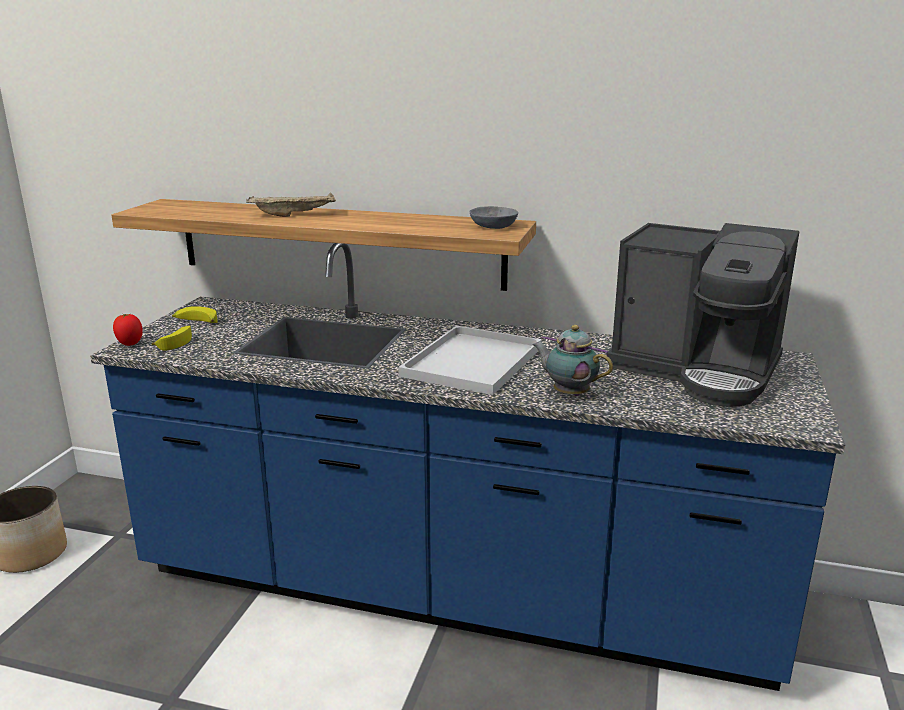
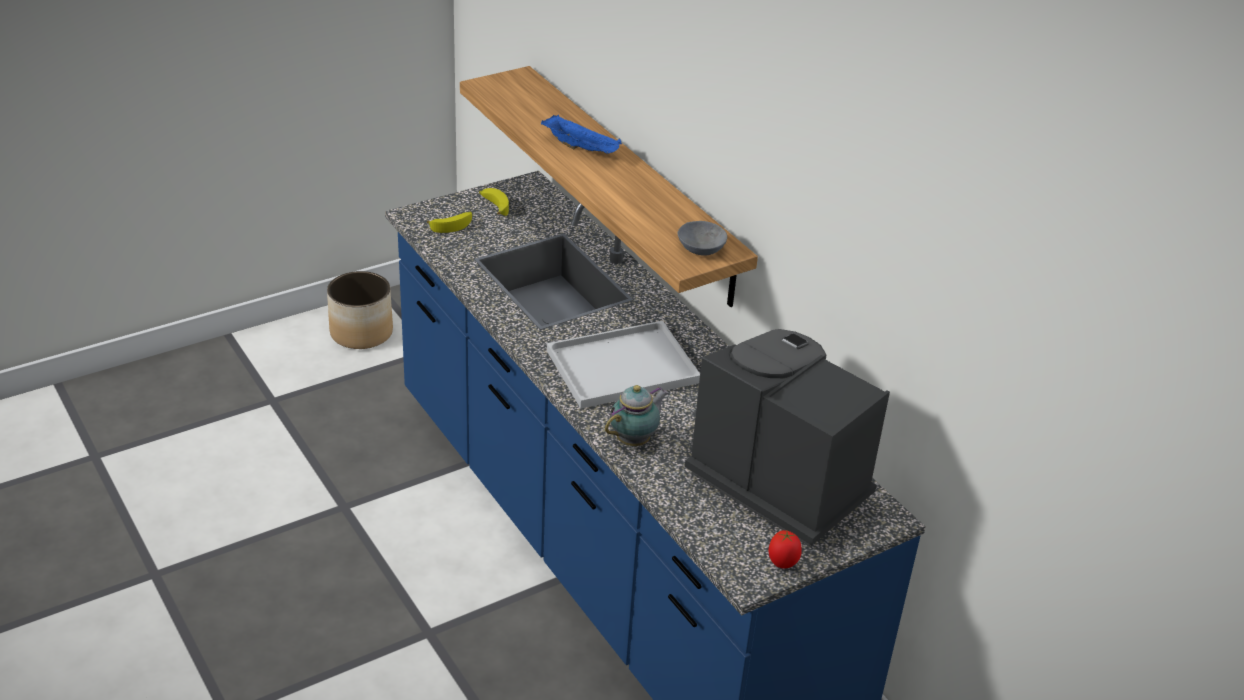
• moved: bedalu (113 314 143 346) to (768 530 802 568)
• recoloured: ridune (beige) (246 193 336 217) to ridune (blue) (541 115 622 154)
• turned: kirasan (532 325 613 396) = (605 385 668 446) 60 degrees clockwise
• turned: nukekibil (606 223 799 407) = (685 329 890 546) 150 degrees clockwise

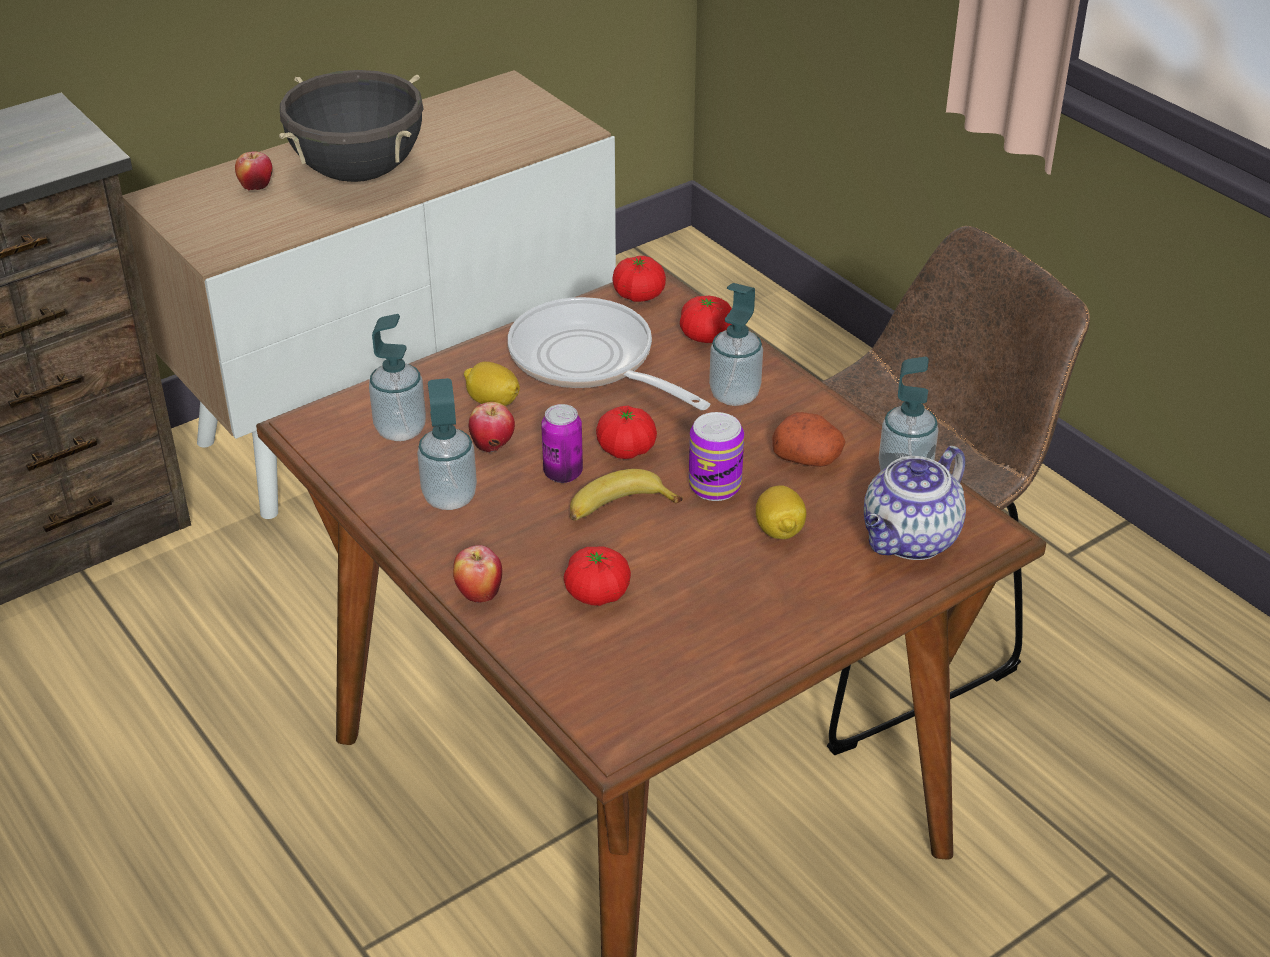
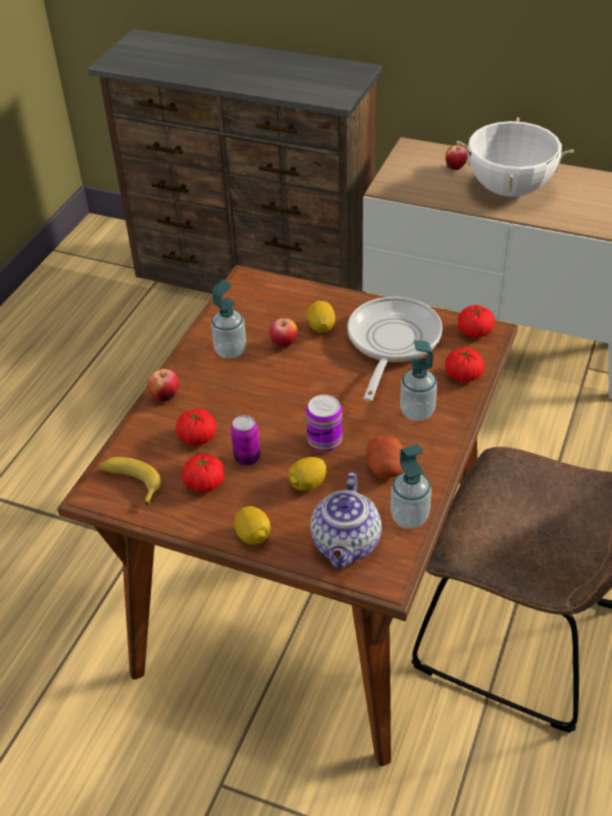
• recoloured: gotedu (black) (279 70 424 182) to gotedu (white) (457 118 574 197)
• removed: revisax (369 314 426 441)
• moved: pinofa (541 404 583 483) to (231 415 260 466)
• moved: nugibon (570 469 683 521) to (98 457 161 506)
• moved: bedalu (596 406 657 459) to (182 454 224 493)
• turned: kirasan (864 446 966 560) = (310 473 382 569) 90 degrees counterclockwise
• added: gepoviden (234 506 271 545)

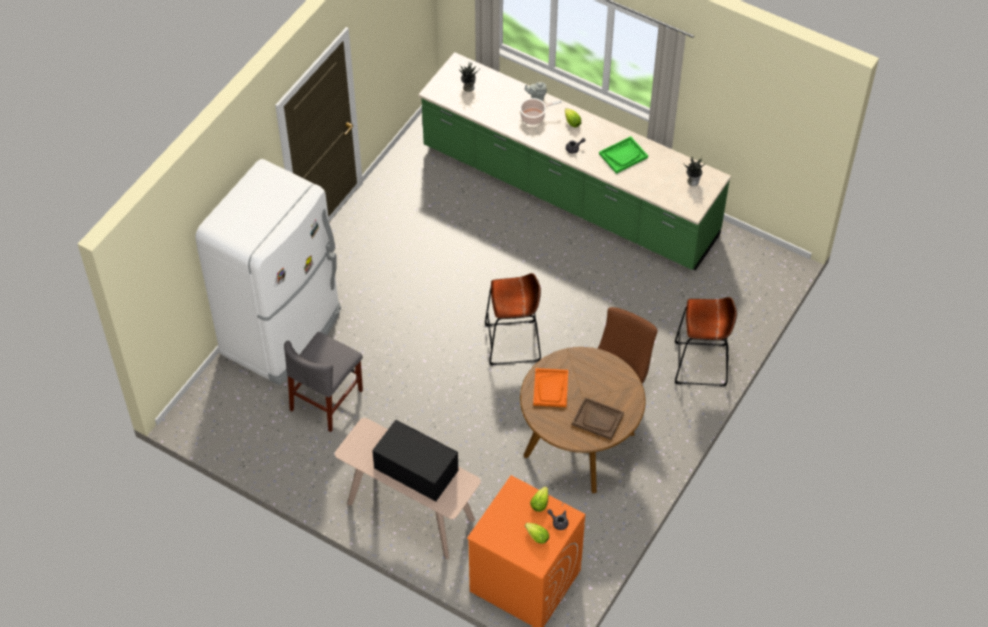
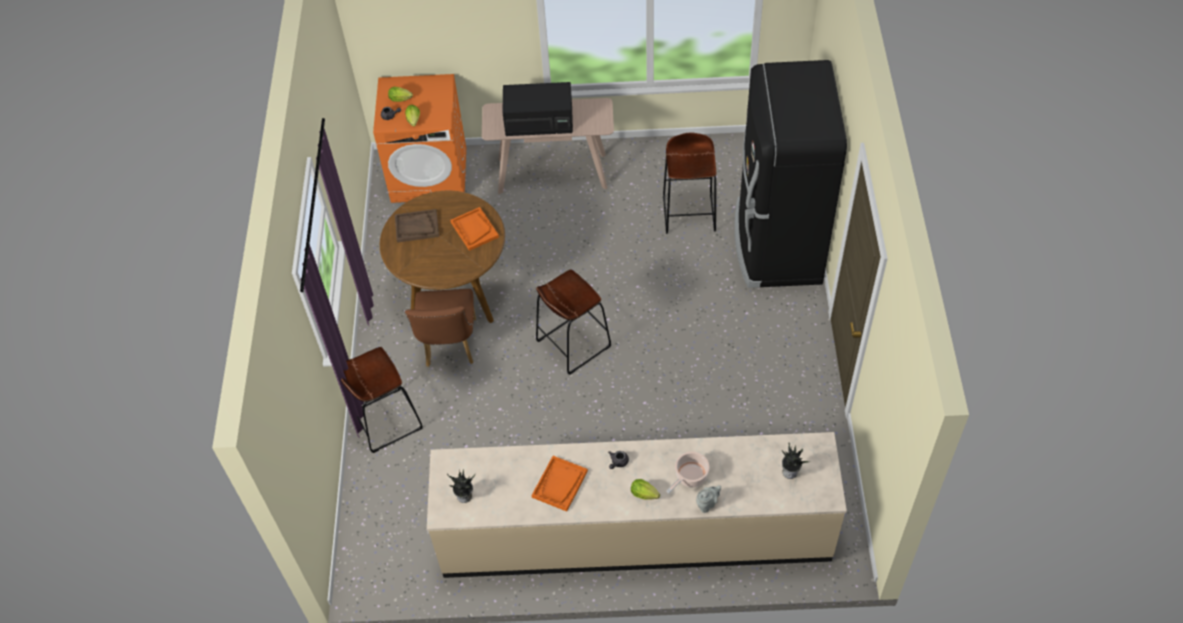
• recoloured: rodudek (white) (195 159 341 385) to rodudek (black) (734 60 847 288)
• replaced: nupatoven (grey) (284 332 363 432) to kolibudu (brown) (663 133 716 234)
• recoloured: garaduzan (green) (418 52 731 271) to garaduzan (beige) (427 432 847 578)
• recoloured: ridune (green) (599 136 648 174) to ridune (orange) (532 456 588 511)

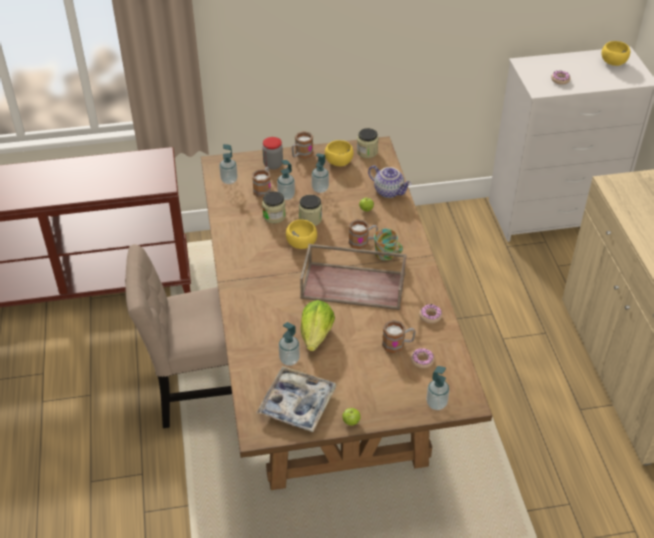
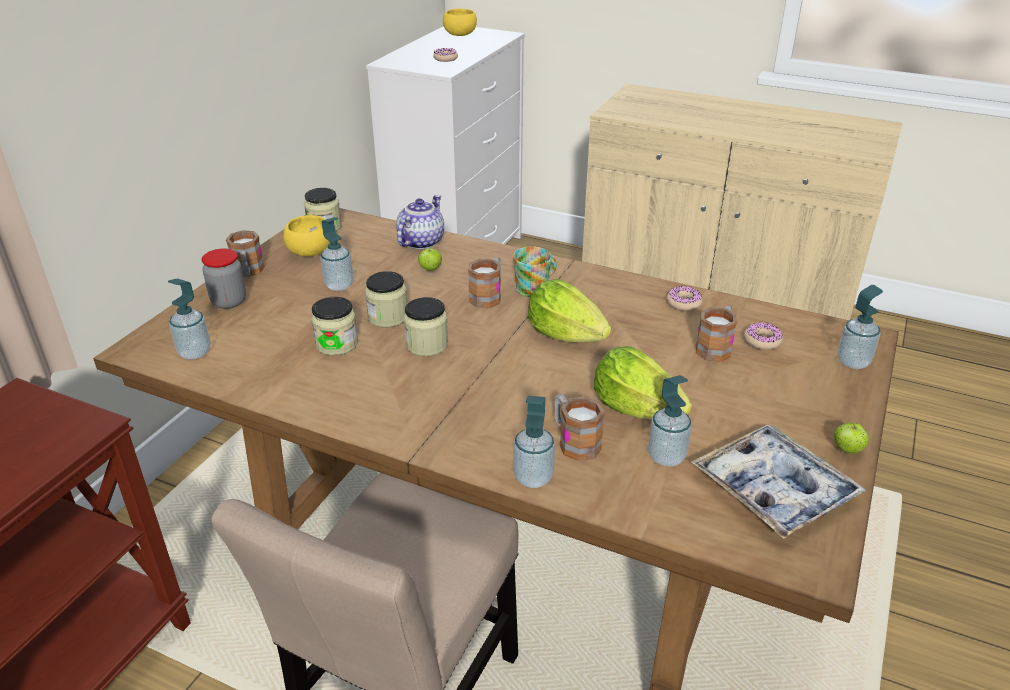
• moved: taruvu (252 167 271 198) to (555 394 605 461)
• moved: revisax (277 160 295 200) to (513 396 555 488)
• replaced: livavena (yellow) (286 219 317 249) to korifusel (404 297 448 356)
• replaced: ridune (brown) (300 244 407 310) to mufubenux (528 279 611 342)
• turned: kirasan (368 165 412 198) = (396 195 444 249) 45 degrees counterclockwise

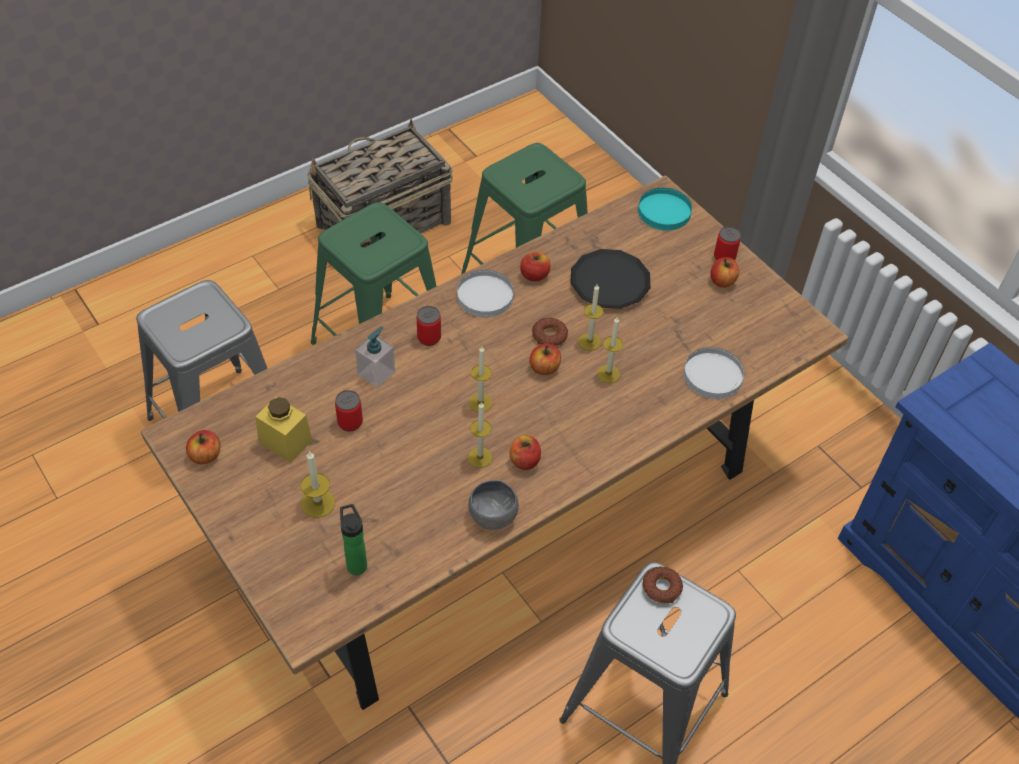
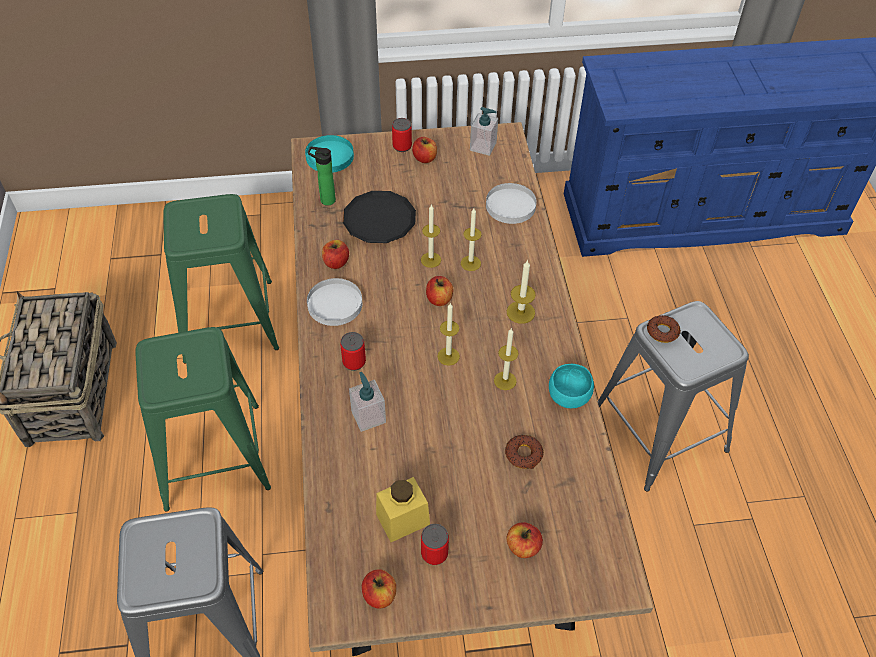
• moved: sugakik (300 451 335 518) to (507 260 536 324)
• moved: pinofa (335 390 363 432) to (421 524 449 565)
• moved: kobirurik (340 504 367 575) to (308 146 336 206)
• recoloured: livavena (grey) (468 480 519 530) to livavena (turquoise) (549 364 594 408)
• moved: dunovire (510 435 541 470) to (507 522 543 558)
• moved: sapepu (532 318 568 346) to (505 435 544 469)
• added: revisax (470 107 498 156)

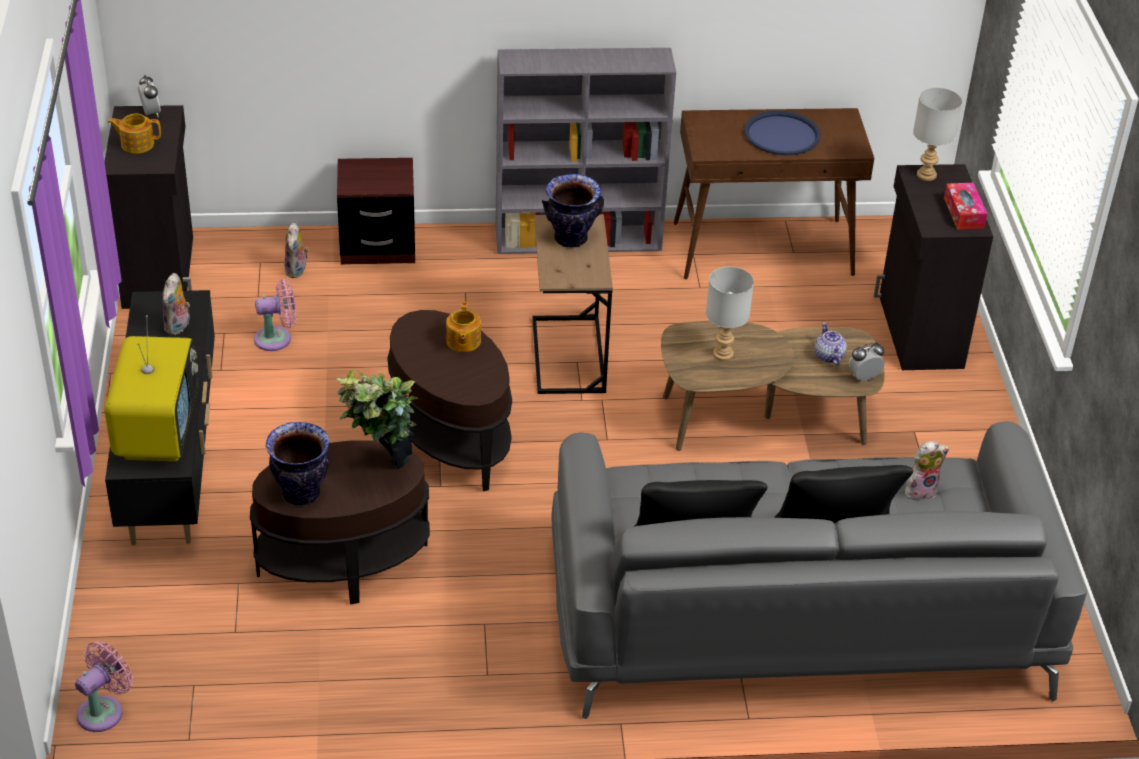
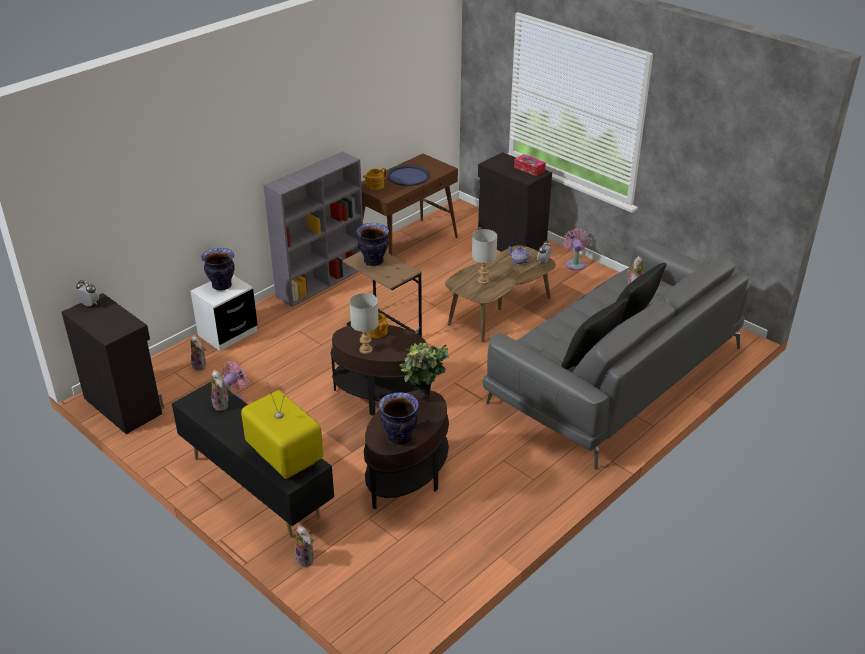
• moved: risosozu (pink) (75 641 133 732) to (562 229 589 270)
• moved: kirasan (108 113 161 154) to (363 168 387 190)
• recoloured: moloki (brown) (337 158 415 265) to moloki (white) (190 275 258 351)
• moved: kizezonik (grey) (913 87 962 181) to (349 293 379 354)
• added: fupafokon (201 248 235 291)
• added: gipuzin (295 525 314 567)

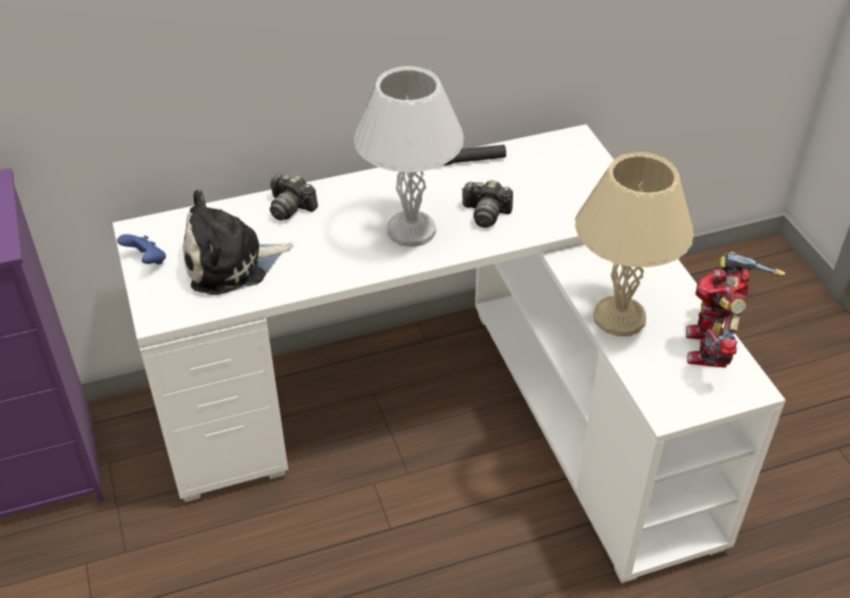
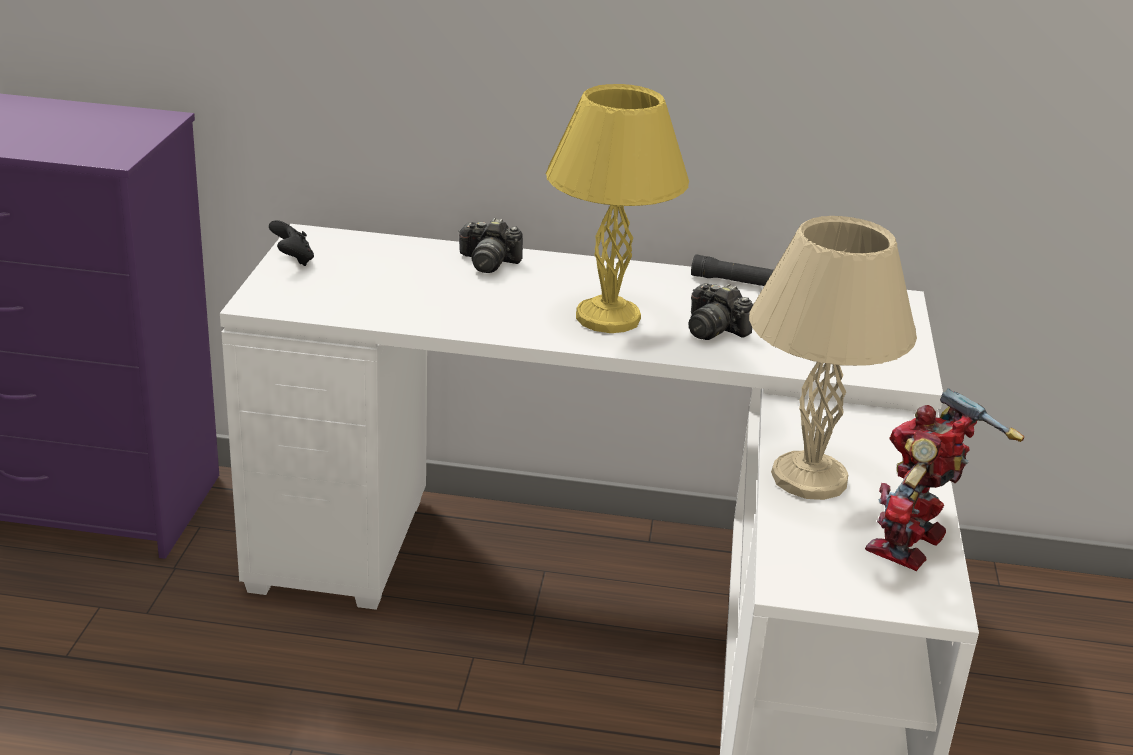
• recoloured: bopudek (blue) (117 234 166 265) to bopudek (black) (269 220 314 266)
• removed: gipuzin (183 189 293 295)
• turned: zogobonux (270 173 318 221) = (458 218 523 273) 45 degrees counterclockwise
• recoloured: kizezonik (white) (354 66 464 247) to kizezonik (yellow) (546 84 689 333)

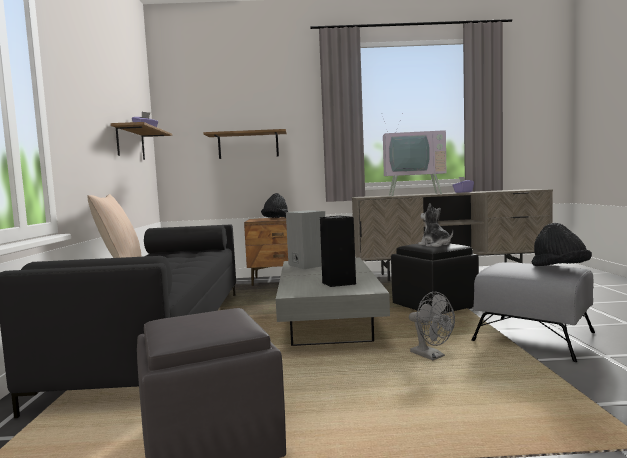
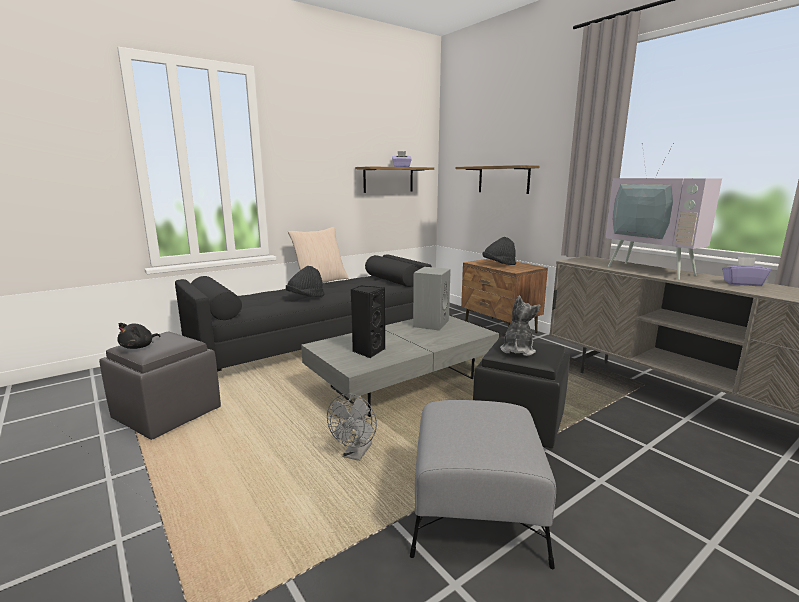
• moved: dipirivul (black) (532 223 592 266) to (286 266 325 297)
• added: gipuzin (black) (117 323 160 349)

